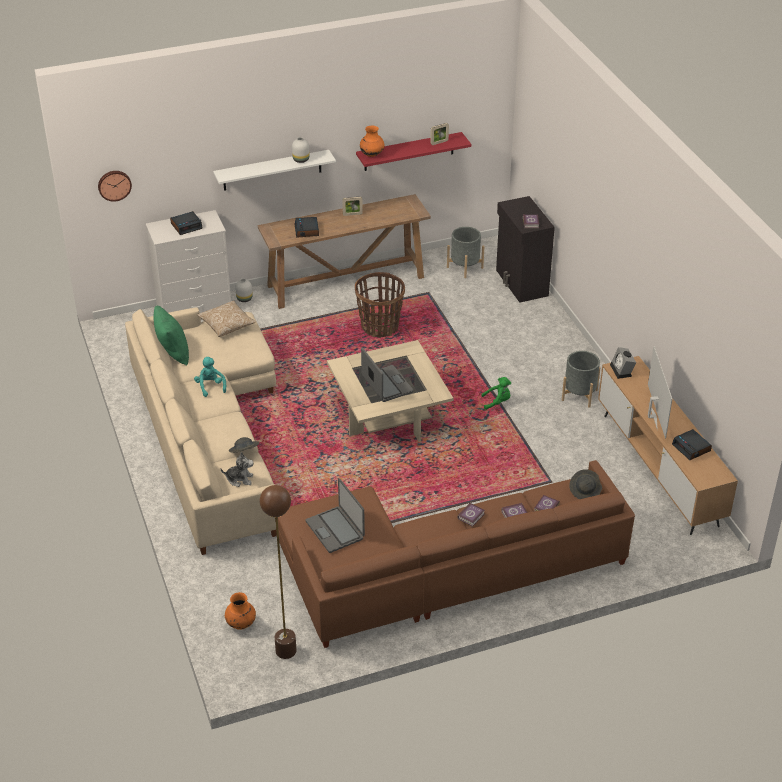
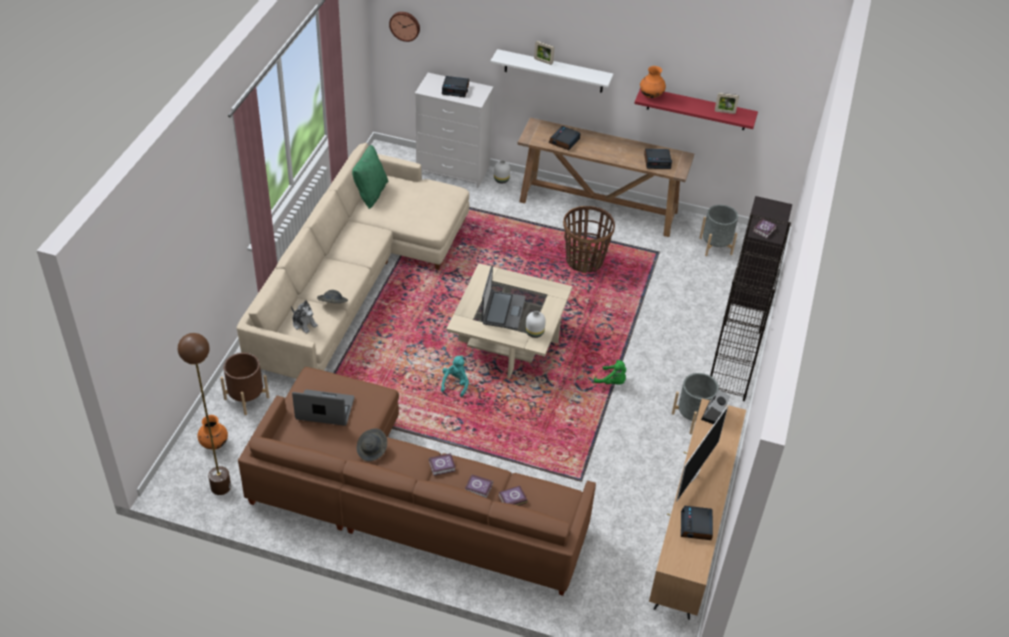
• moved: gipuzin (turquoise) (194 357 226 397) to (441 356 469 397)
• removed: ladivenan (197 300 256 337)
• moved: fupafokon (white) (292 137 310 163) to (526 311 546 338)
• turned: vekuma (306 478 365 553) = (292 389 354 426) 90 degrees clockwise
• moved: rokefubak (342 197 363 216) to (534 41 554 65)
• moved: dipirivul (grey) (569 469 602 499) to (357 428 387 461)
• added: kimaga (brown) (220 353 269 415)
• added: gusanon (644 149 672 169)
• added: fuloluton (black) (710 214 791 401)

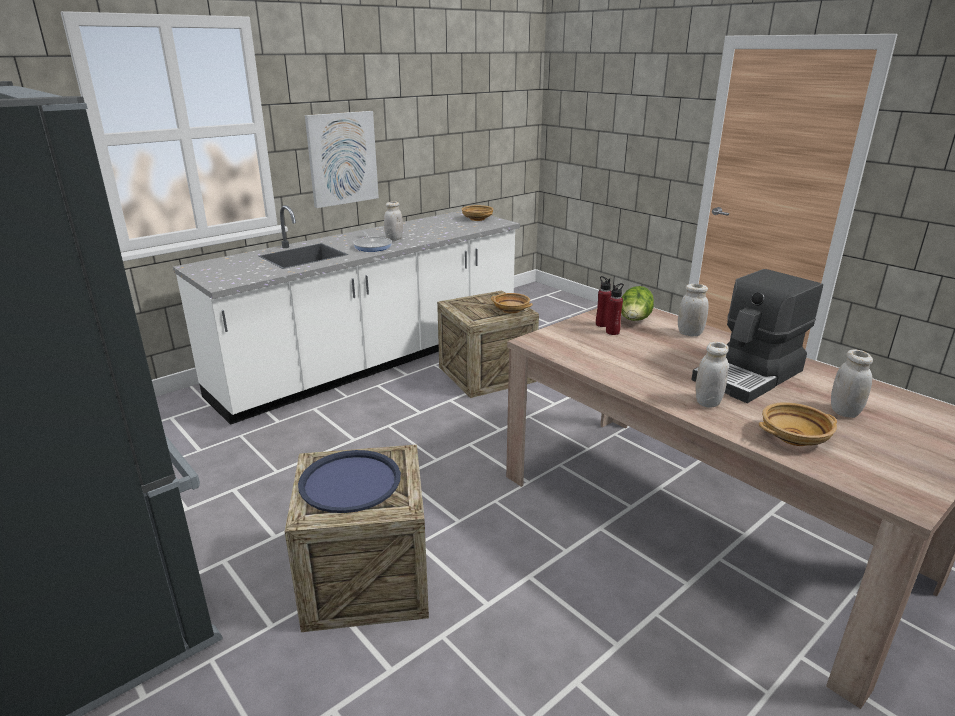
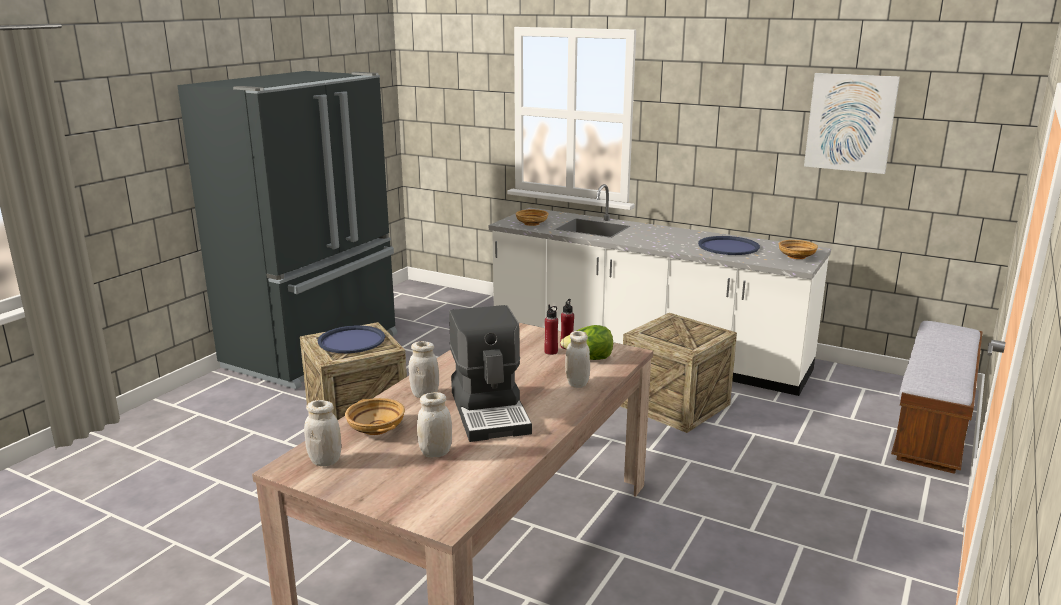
• moved: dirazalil (305 111 379 208) to (804 73 900 174)
• removed: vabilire (353 231 392 252)
• moved: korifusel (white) (384 201 403 241) to (304 400 341 466)
• moved: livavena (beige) (491 293 533 314) to (515 209 549 226)
• turned: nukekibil (691 269 823 403) = (449 305 532 442) 135 degrees counterclockwise
• added: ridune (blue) (698 236 760 255)
• added: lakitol (891 321 983 474)

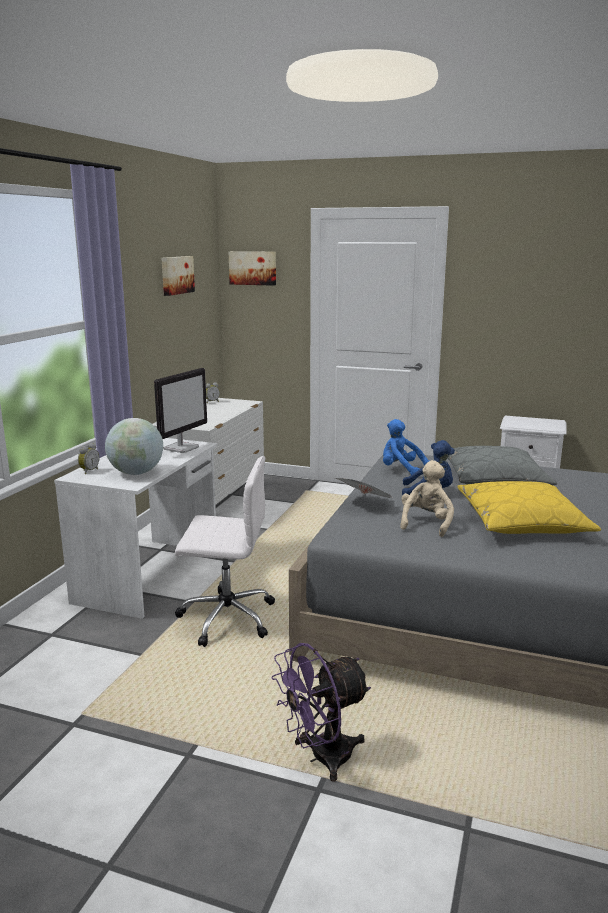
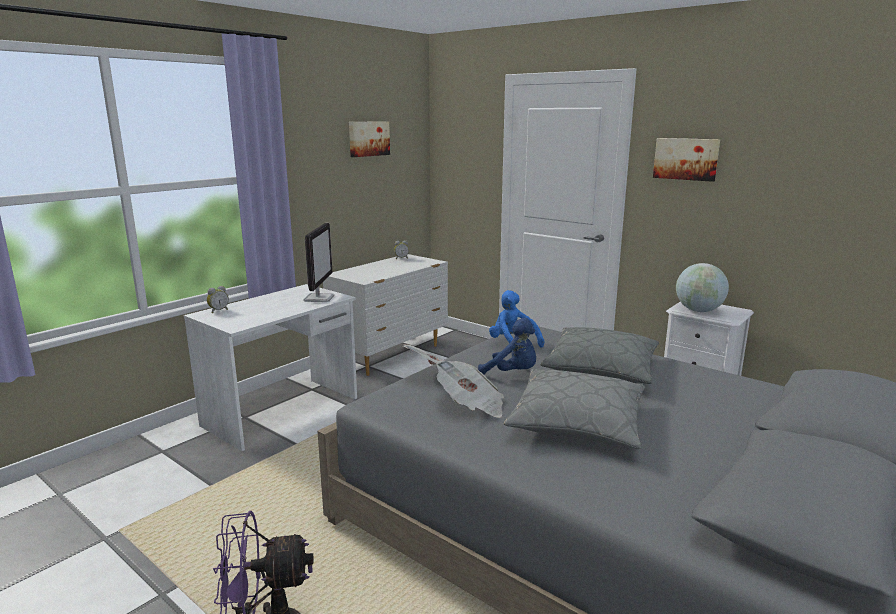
• moved: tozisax (105 418 163 475) to (676 263 729 312)
• turned: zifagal (154 368 207 453) = (303 223 334 302) 45 degrees counterclockwise
• removed: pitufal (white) (175 456 275 647)
• moved: dirazalil (229 251 276 286) to (653 138 720 182)
• replaced: gipuzin (beige) (400 460 454 537) to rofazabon (436 360 504 418)
• recoloured: ladivenan (yellow) (457 481 601 534) to ladivenan (grey) (504 369 645 449)

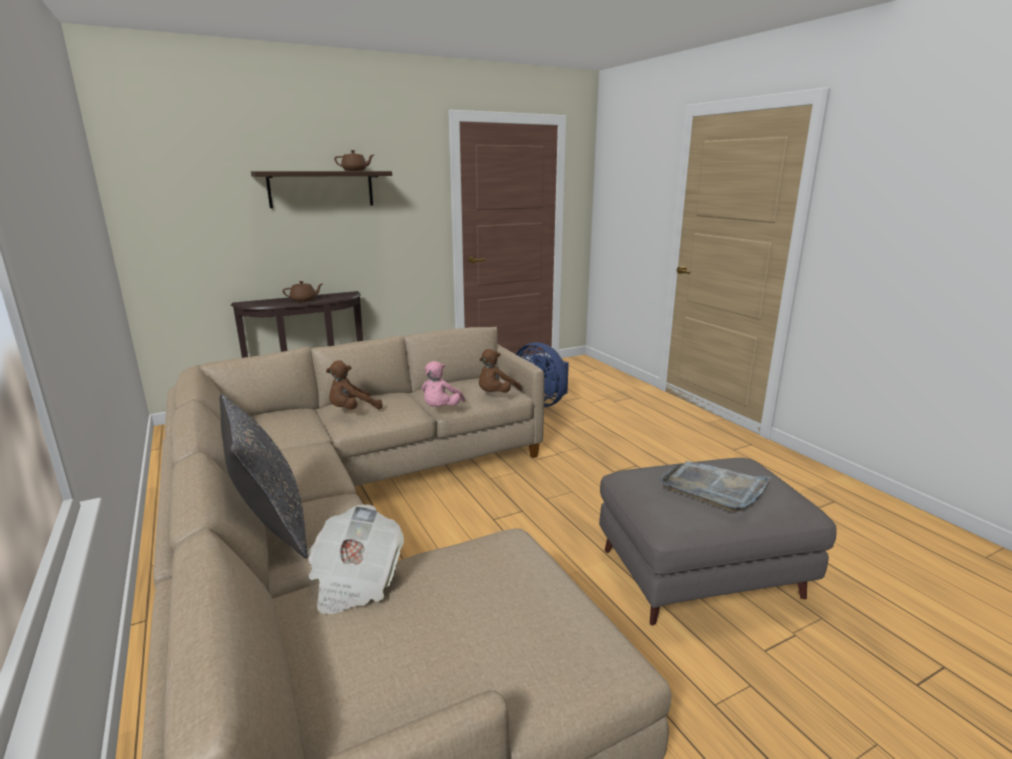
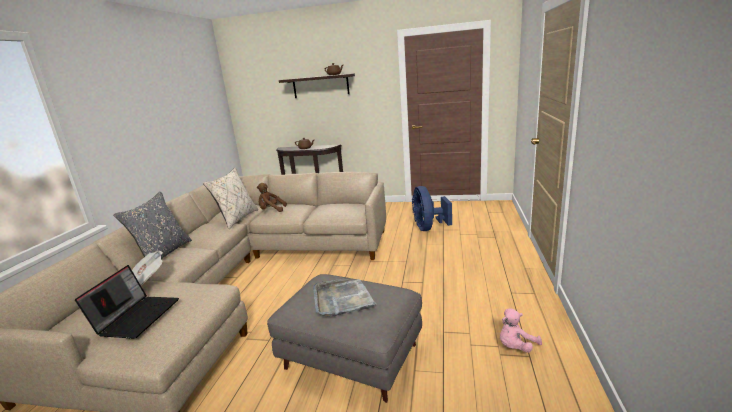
• moved: gipuzin (pink) (422 361 465 407) to (500 308 542 353)
• removed: gipuzin (brown) (479 349 522 393)
• added: vekuma (75 265 179 339)
• added: ladivenan (beige) (203 168 258 229)

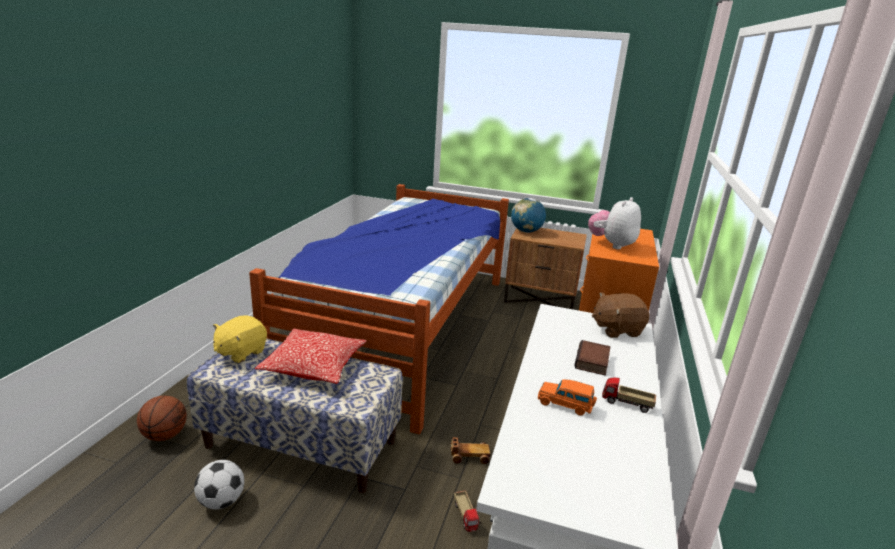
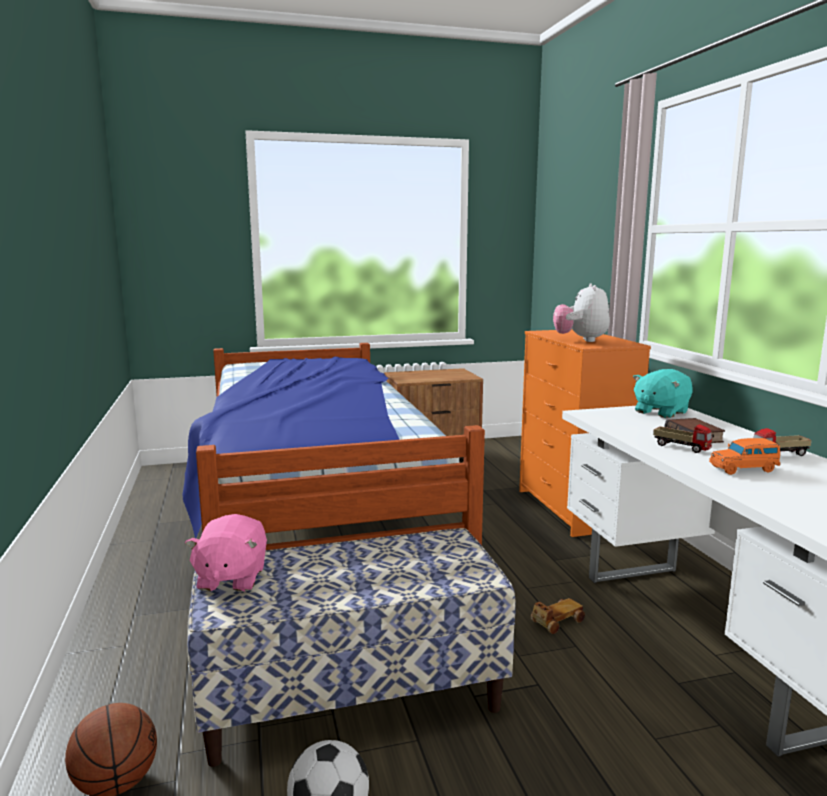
• recoloured: gipuzin (yellow) (213 315 267 363) to gipuzin (pink) (185 514 267 592)
• removed: ladivenan (255 328 367 384)
• moved: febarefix (454 491 481 532) to (653 424 714 453)
• removed: tozisax (511 198 546 233)
• recoloured: gipuzin (brown) (592 292 649 338) to gipuzin (turquoise) (633 369 692 418)

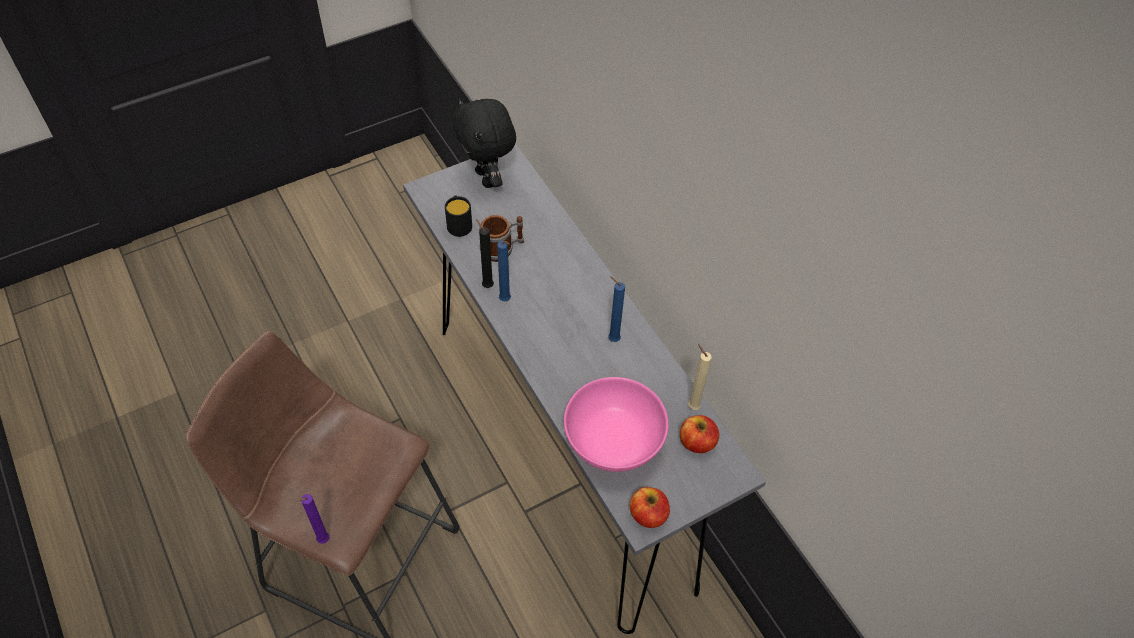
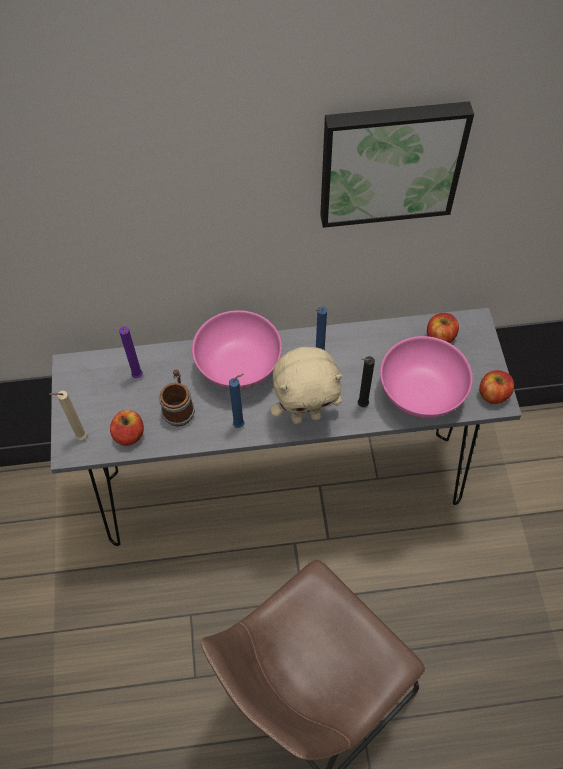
• moved: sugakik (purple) (295 494 329 544) to (119 326 143 378)
• replaced: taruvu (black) (445 195 472 237) to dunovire (110 410 144 446)
• removed: gipuzin (black) (452 98 516 188)
• moved: sugakik (black) (476 219 494 288) to (358 356 375 407)
• moved: sugakik (beige) (688 344 712 410) to (50 391 87 440)
• added: livavena (pink) (192 310 282 390)
• added: gipuzin (beige) (271 347 342 424)
• added: dirazalil (320 101 474 228)

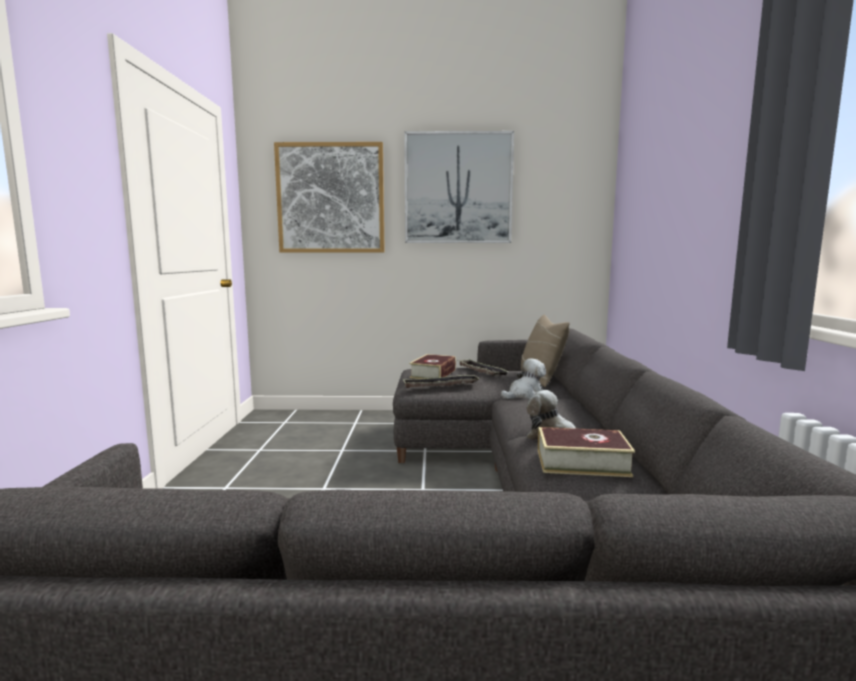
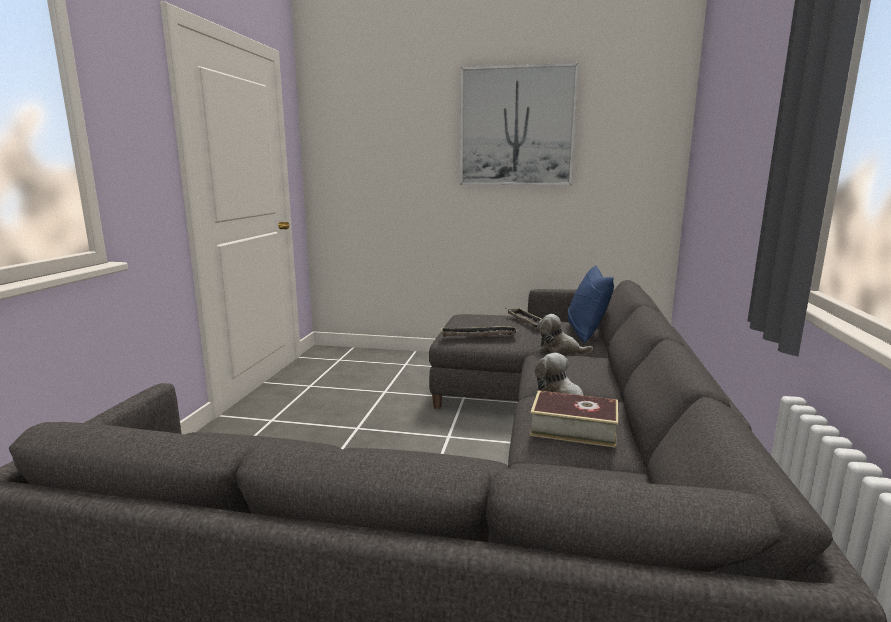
• removed: dirazalil (274 142 385 253)
• removed: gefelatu (409 354 456 379)
• turned: gipuzin (501 359 546 399) = (537 314 593 355) 135 degrees counterclockwise
• recoloured: ladivenan (beige) (521 314 570 387) to ladivenan (blue) (568 265 614 343)

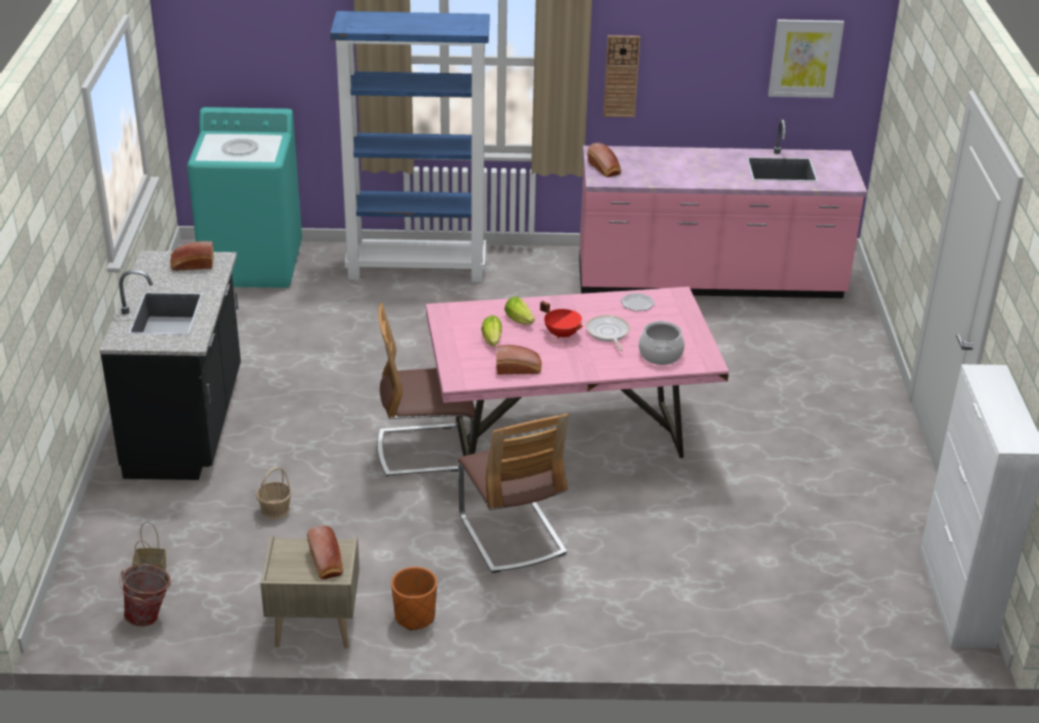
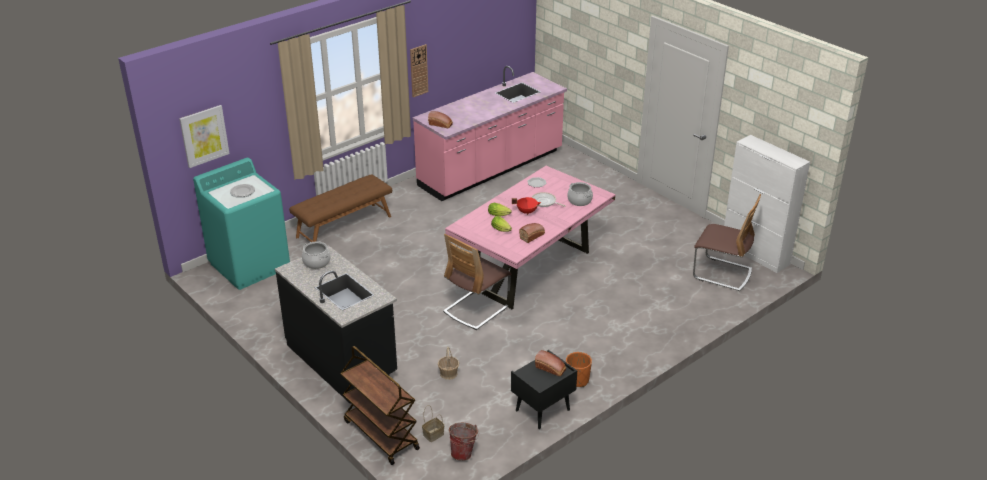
• replaced: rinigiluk (170 241 214 271) to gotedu (302 241 331 269)
• recoloured: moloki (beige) (260 534 359 649) to moloki (black) (511 350 577 429)
• replaced: fuloluton (blue) (330 11 490 282) to lakitol (brown) (289 174 392 242)
• moved: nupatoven (458 414 568 573) to (693 194 761 292)
• moved: dirazalil (768 19 844 98) to (180 105 230 168)
• added: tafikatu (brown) (340 346 420 465)

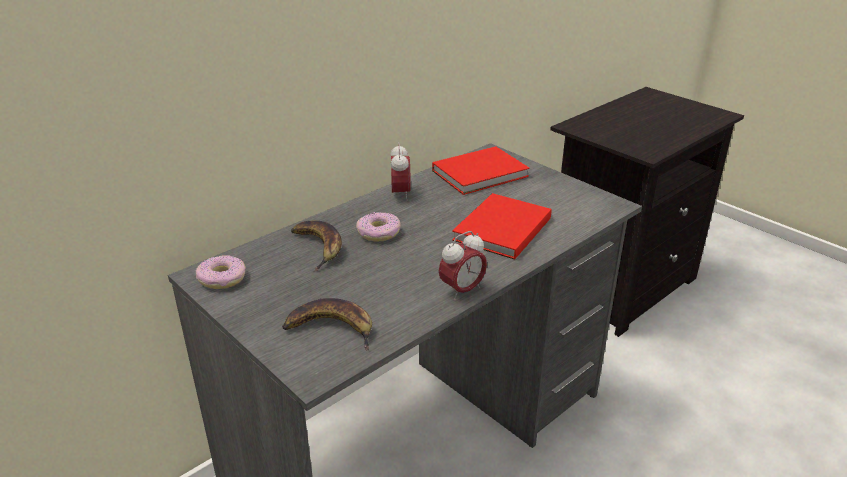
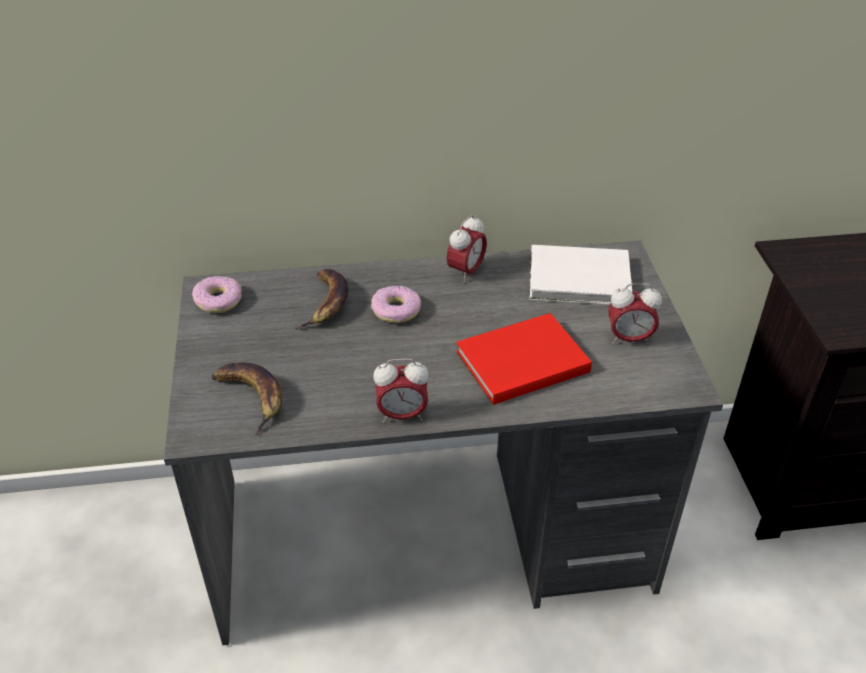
• recoloured: gefelatu (red) (432 146 529 195) to gefelatu (white) (530 245 632 305)
• added: gusanon (608 283 662 345)

